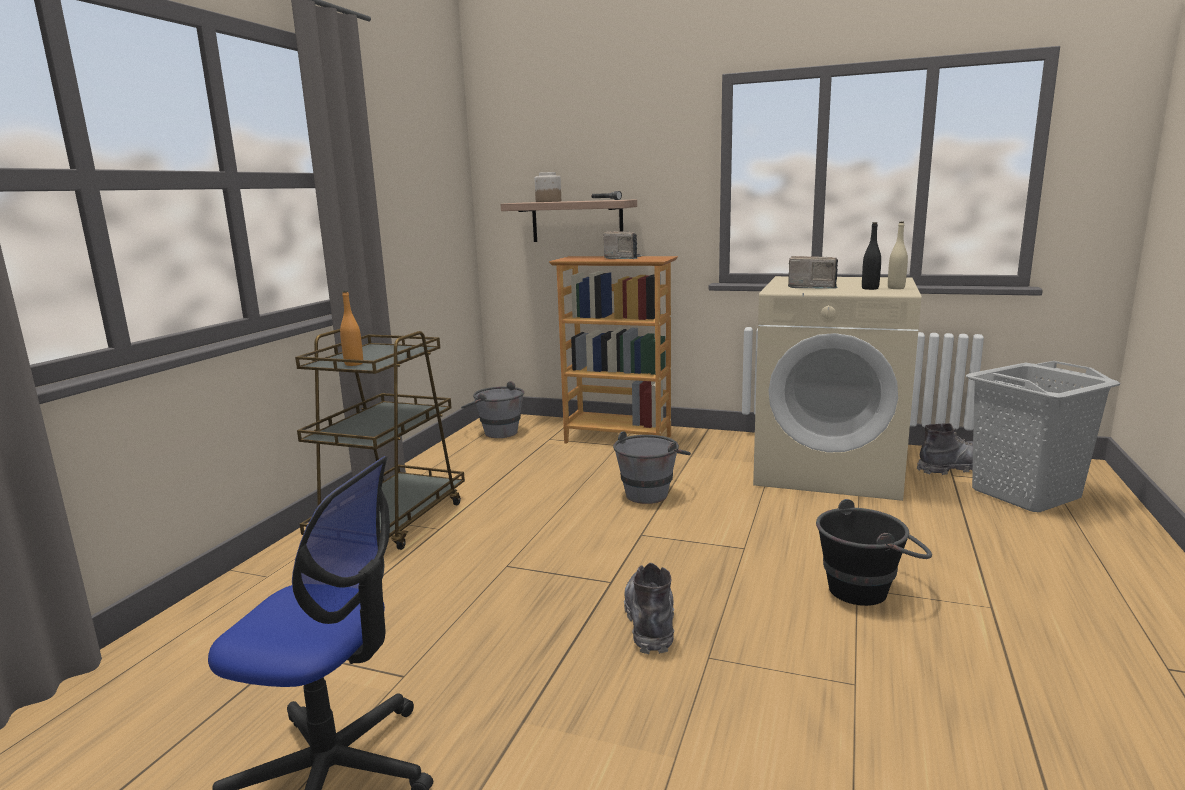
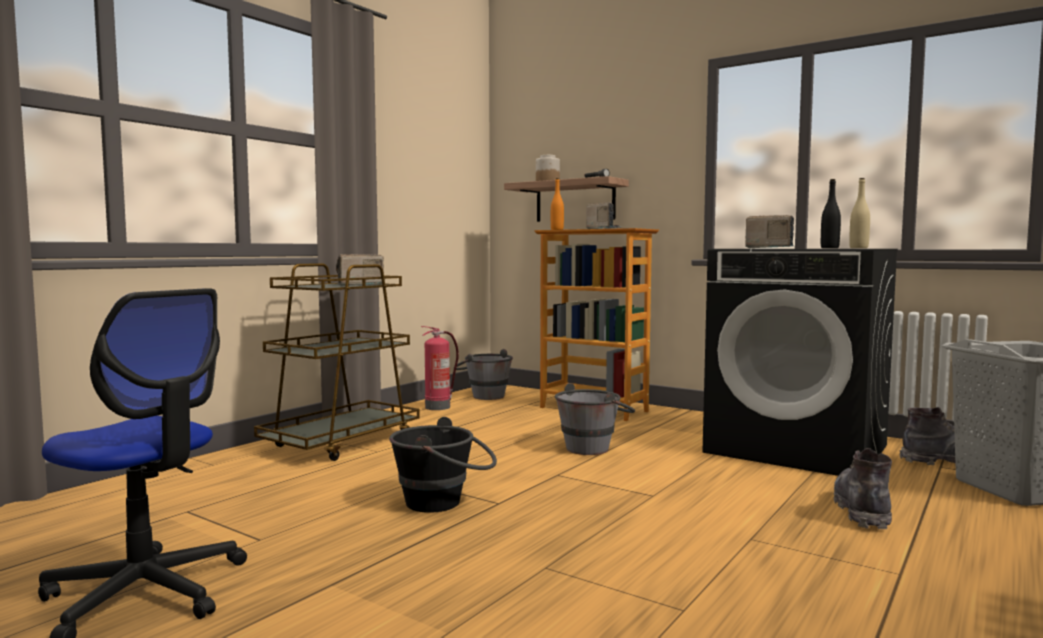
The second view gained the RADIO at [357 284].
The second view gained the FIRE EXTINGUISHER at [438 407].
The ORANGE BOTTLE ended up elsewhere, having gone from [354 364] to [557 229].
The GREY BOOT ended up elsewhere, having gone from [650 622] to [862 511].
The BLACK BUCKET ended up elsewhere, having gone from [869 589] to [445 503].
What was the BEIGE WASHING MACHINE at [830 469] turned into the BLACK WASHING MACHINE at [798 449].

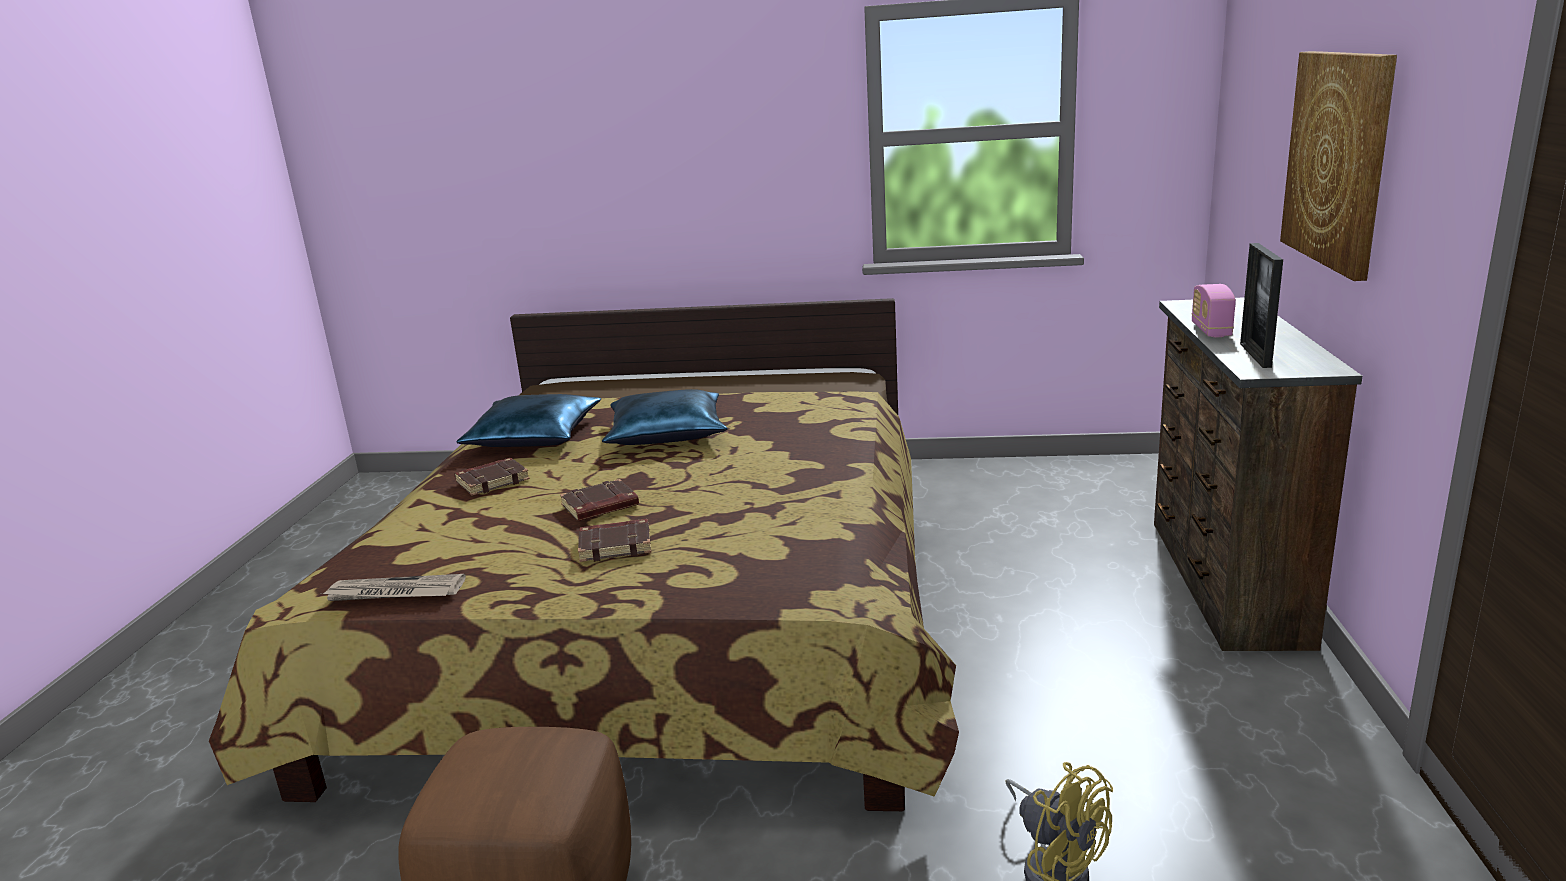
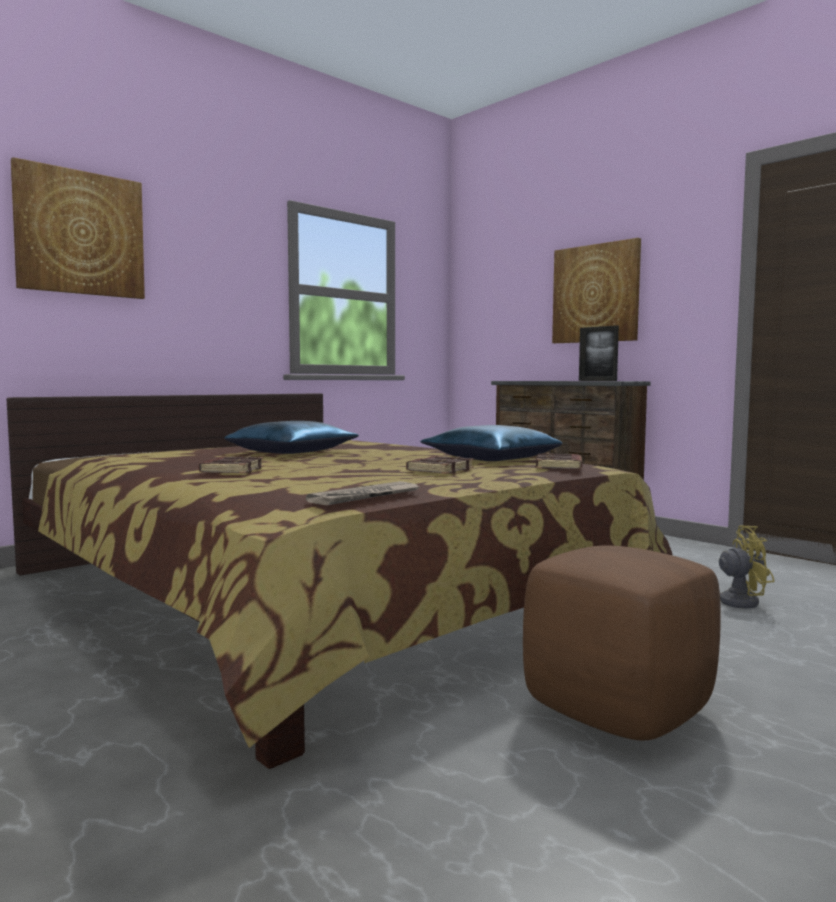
The second view lost the RADIO at [1210 330].
The second view gained the PICTURE at [80 233].
The BLUE PILLOW ended up elsewhere, having gone from [532 436] to [491 458].
The BROWN BOOK ended up elsewhere, having gone from [600 507] to [560 467].

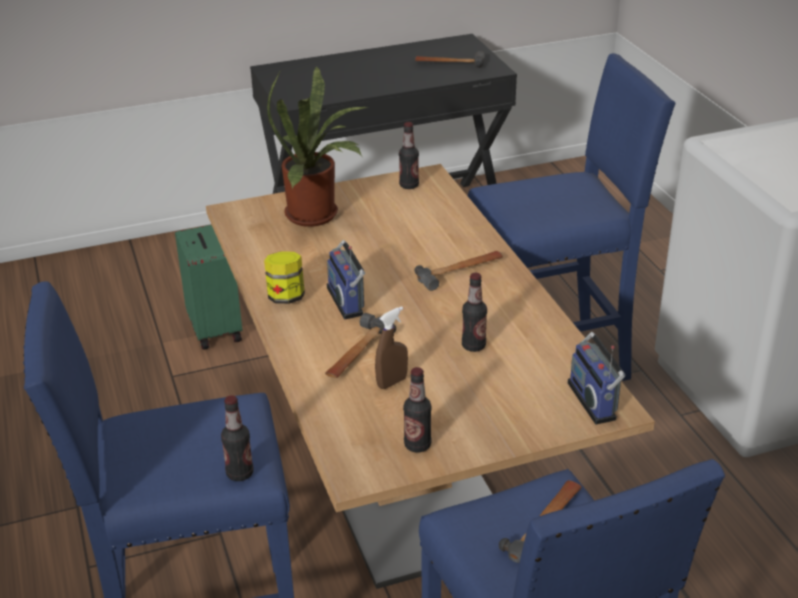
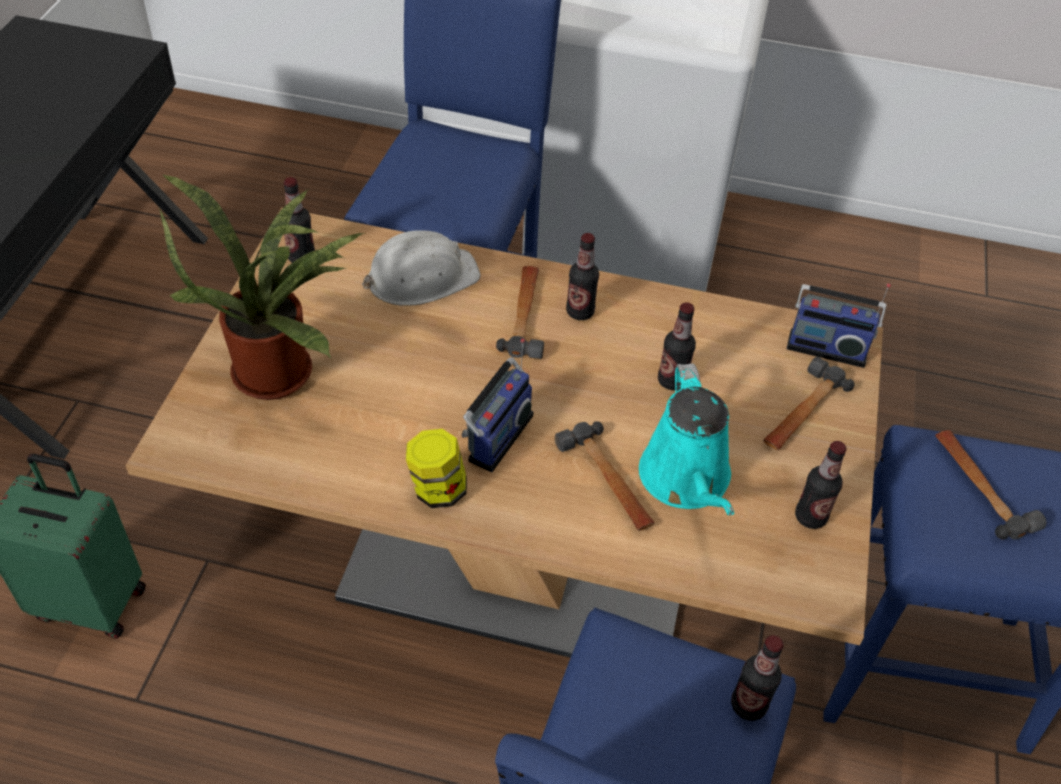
The second view gained the WHITE HARD HAT at [421 277].
The second view gained the BOTTLE at [580 312].
The HAMMER ended up elsewhere, having gone from [449 63] to [801 412].
Where the BROWN SPRAY BOTTLE stood at [392 382], the TURQUOISE WATERING CAN came to stand at [686 480].
The RADIO at [348 300] ended up facing another way, 75 degrees counterclockwise from before.

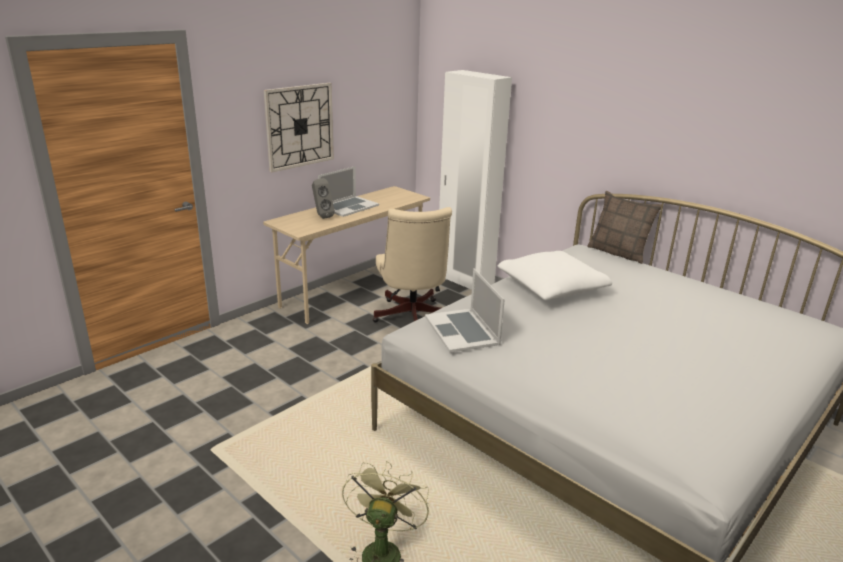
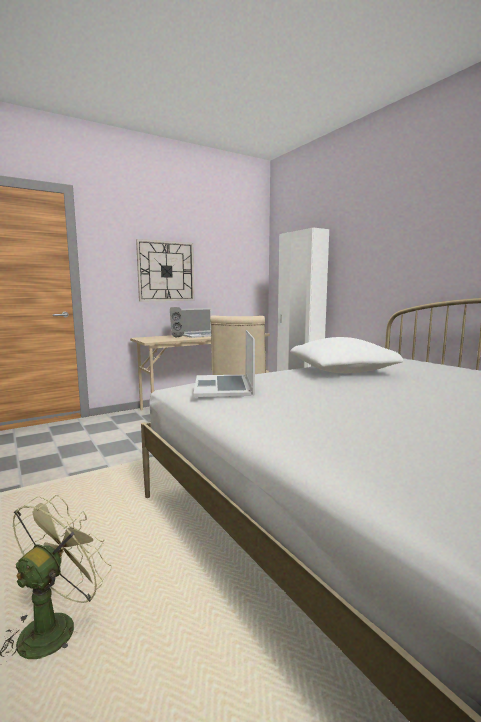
The second view lost the PILLOW at [618 253].

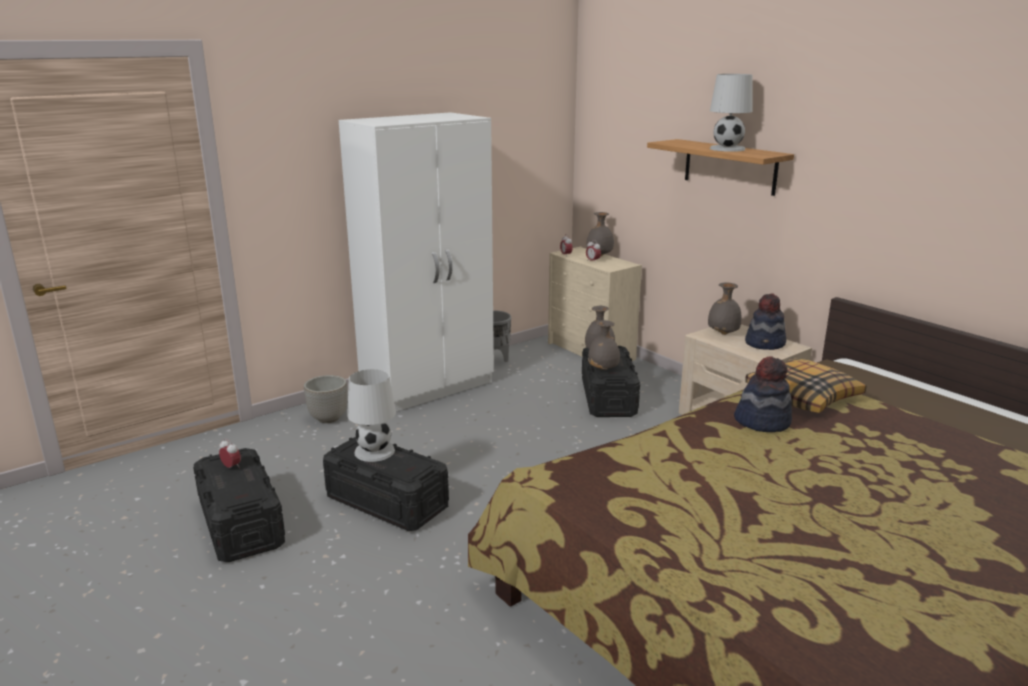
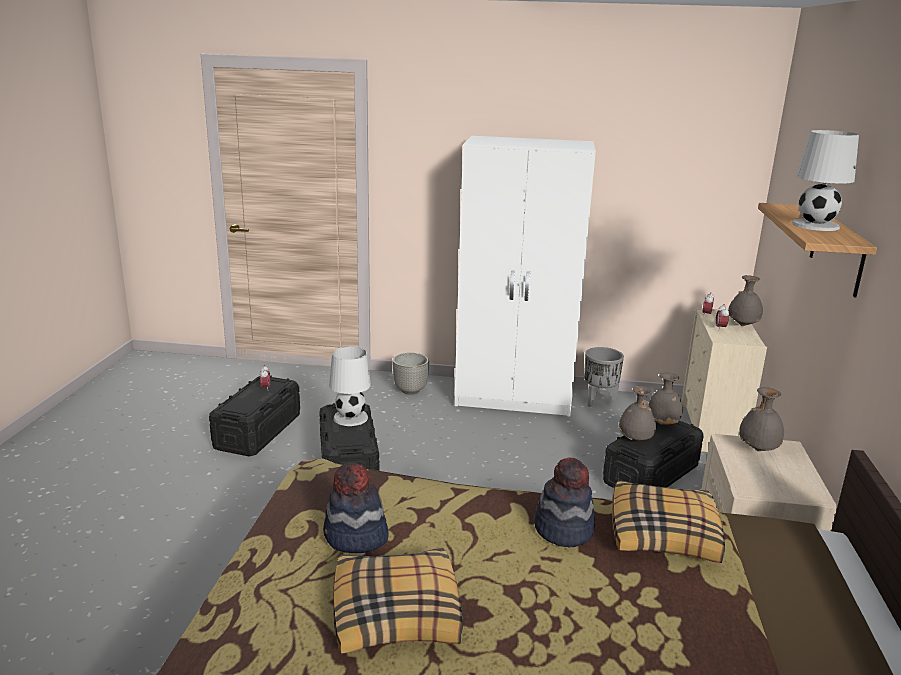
The second view gained the PILLOW at [397 613].
The HAT ended up elsewhere, having gone from [765 344] to [355 537].

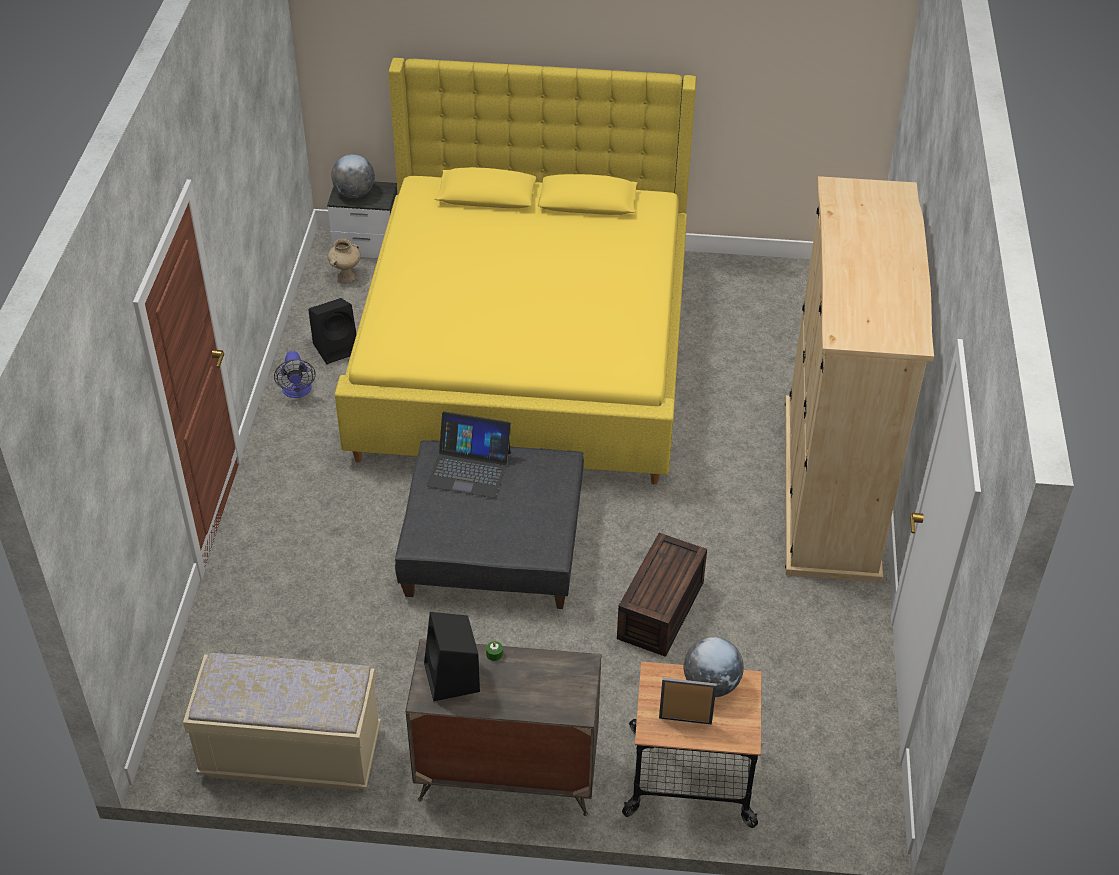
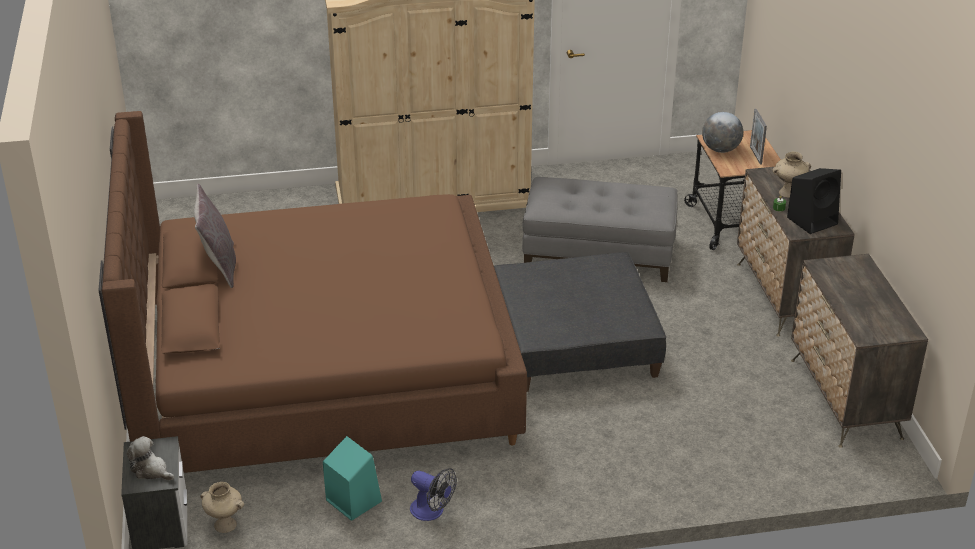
The second view lost the LAPTOP at [469 468].
The second view gained the GREY PILLOW at [219 266].
The second view gained the BEIGE VASE at [788 193].
Where the BEIGE BENCH stood at [291 754], the DRESSER came to stand at [845 399].
Where the GLOBE stood at [354 193], the PLUSH TOY came to stand at [151 470].
Where the BROWN STORAGE BOX stood at [661 612], the GREY OTTOMAN came to stand at [599 253].
What was the BLACK SPEAKER at [337 347] turned into the TURQUOISE SPEAKER at [352 500].
What was the YELLOW BED at [526 352] turned into the BROWN BED at [320 369].
The FAN at [297 391] ended up facing another way, 60 degrees clockwise from before.

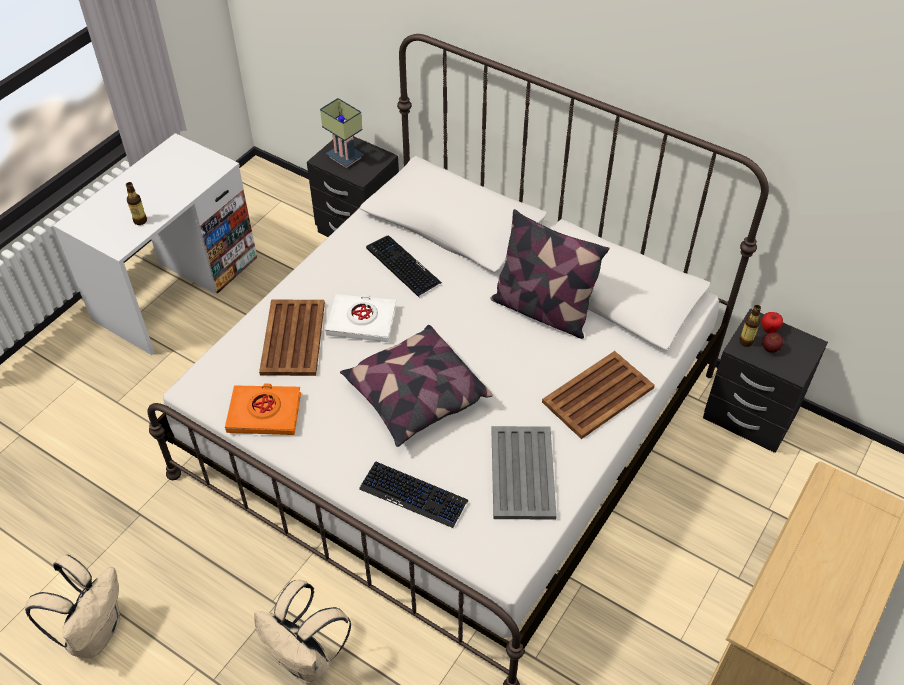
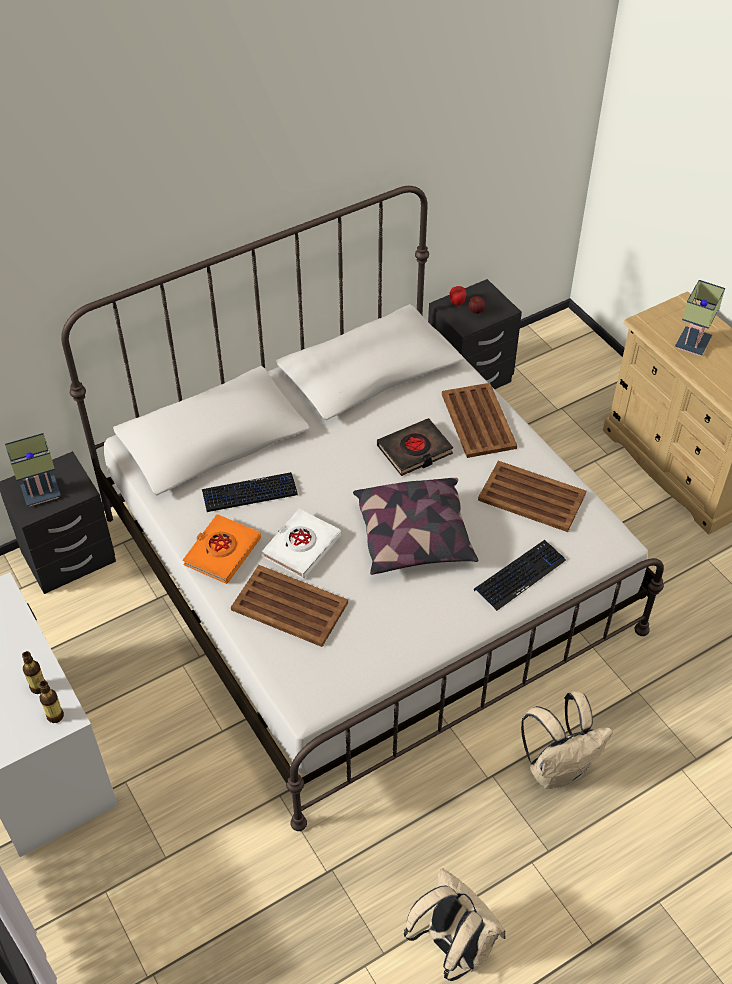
The second view lost the PILLOW at [542 310].
The second view gained the BLACK BOOK at [414 450].
The second view gained the TABLE LAMP at [693 345].
The ORANGE BOOK ended up elsewhere, having gone from [264 413] to [222 552].
The BOTTLE ended up elsewhere, having gone from [745 341] to [55 716].
What was the GREY TRAY at [523 472] turned into the BROWN TRAY at [531 496].

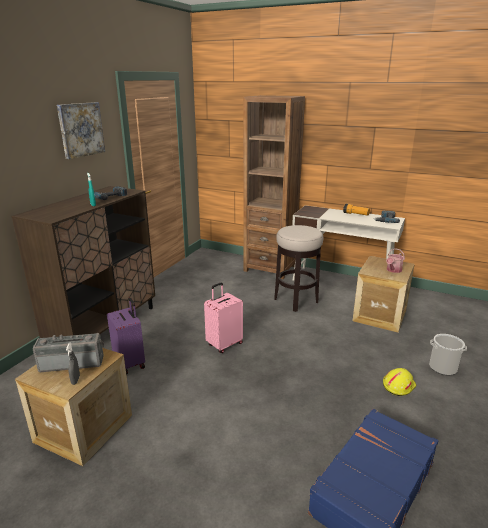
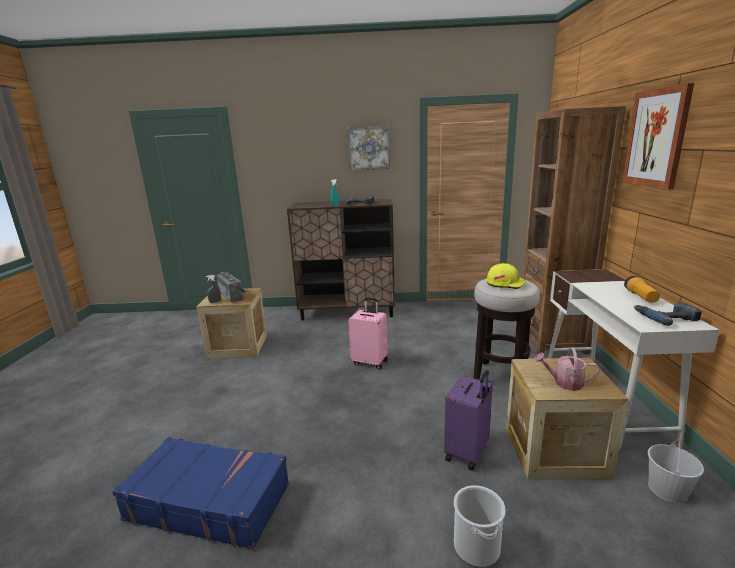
The second view gained the PICTURE at [656 138].
The second view gained the WHITE BUCKET at [668 490].
The PURPLE SUITCASE ended up elsewhere, having gone from [130 363] to [468 453].
The YELLOW HARD HAT ended up elsewhere, having gone from [398 385] to [505 284].

